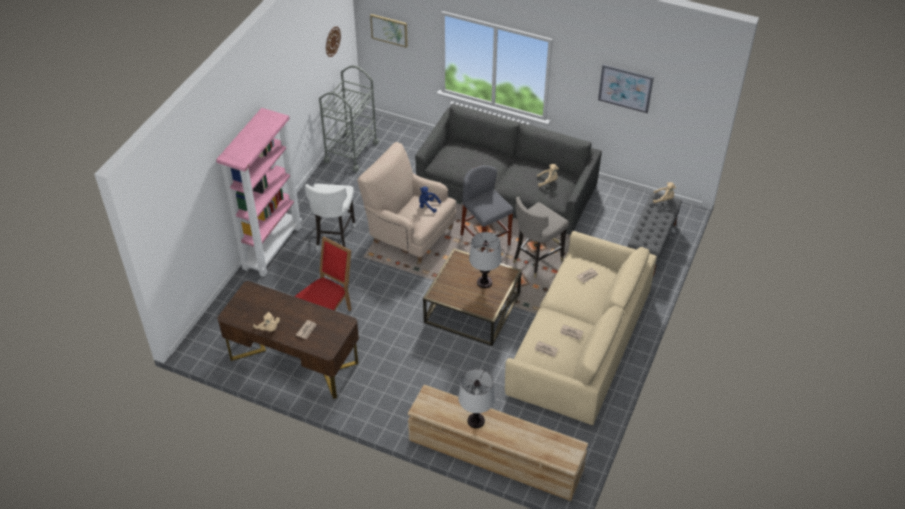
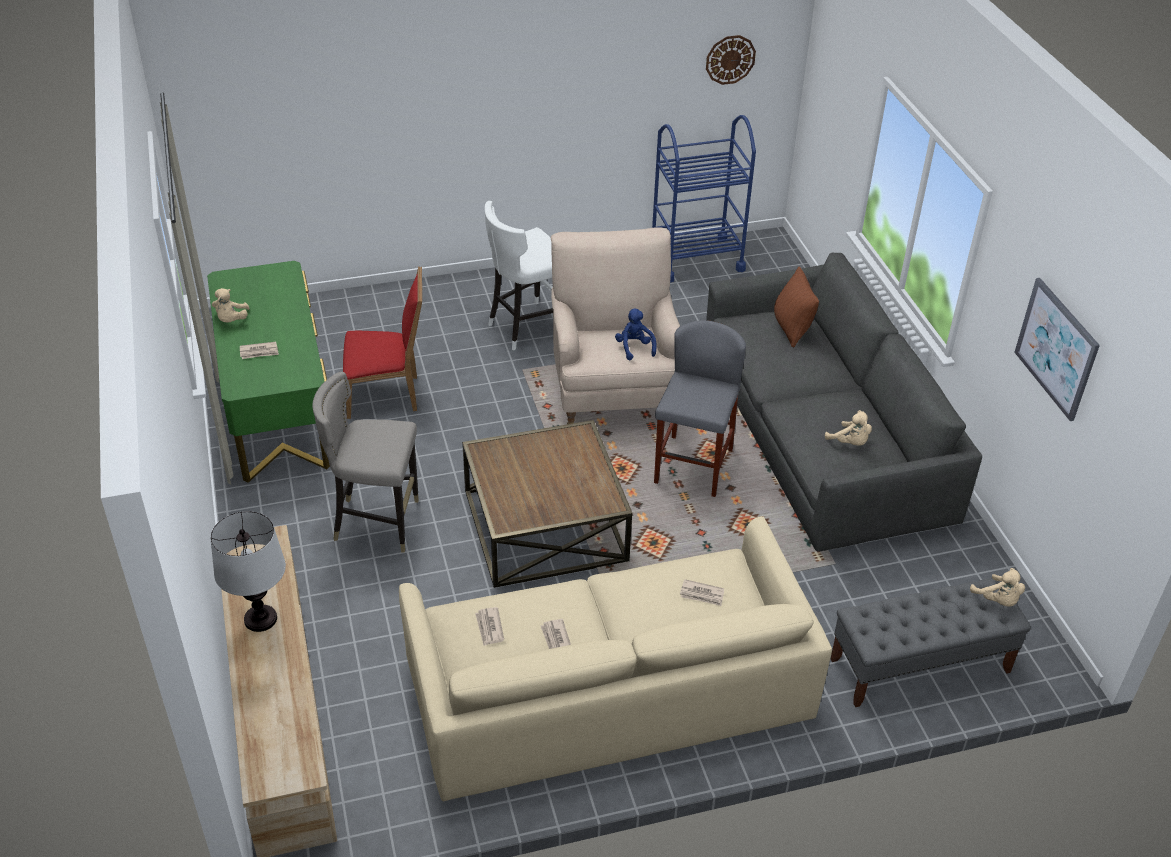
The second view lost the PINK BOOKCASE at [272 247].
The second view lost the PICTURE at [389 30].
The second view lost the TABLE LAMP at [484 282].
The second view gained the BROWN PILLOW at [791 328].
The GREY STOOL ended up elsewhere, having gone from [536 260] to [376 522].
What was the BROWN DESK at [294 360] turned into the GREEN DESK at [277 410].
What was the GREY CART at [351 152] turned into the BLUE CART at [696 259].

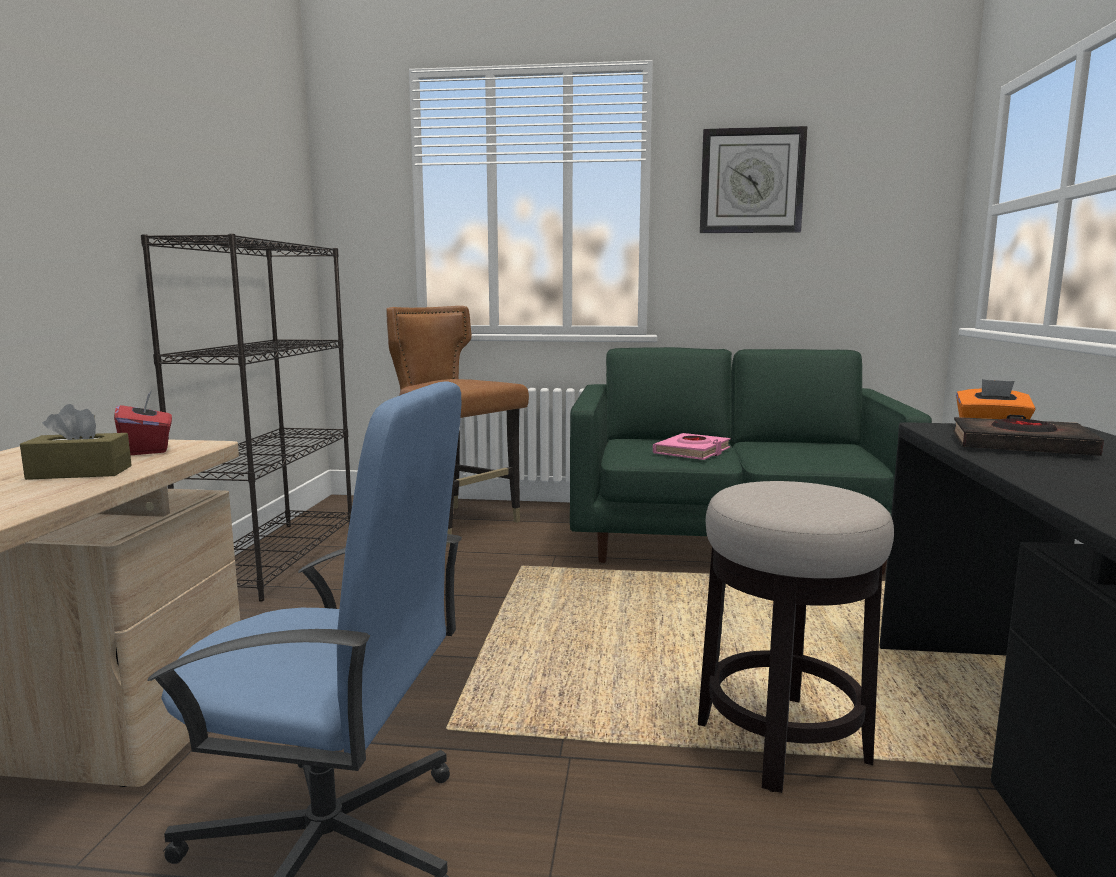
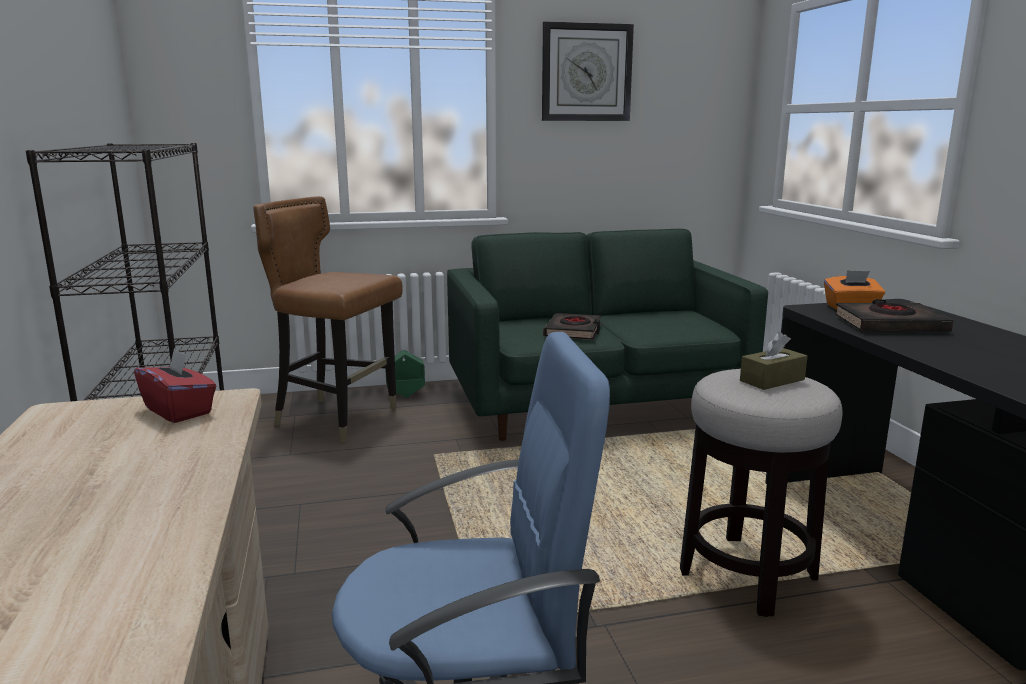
The second view gained the GREEN PLANTER at [405 395].
The BROWN TISSUE BOX ended up elsewhere, having gone from [80 472] to [772 380].
What was the PINK BOOK at [692 452] turned into the BLACK BOOK at [573 331].

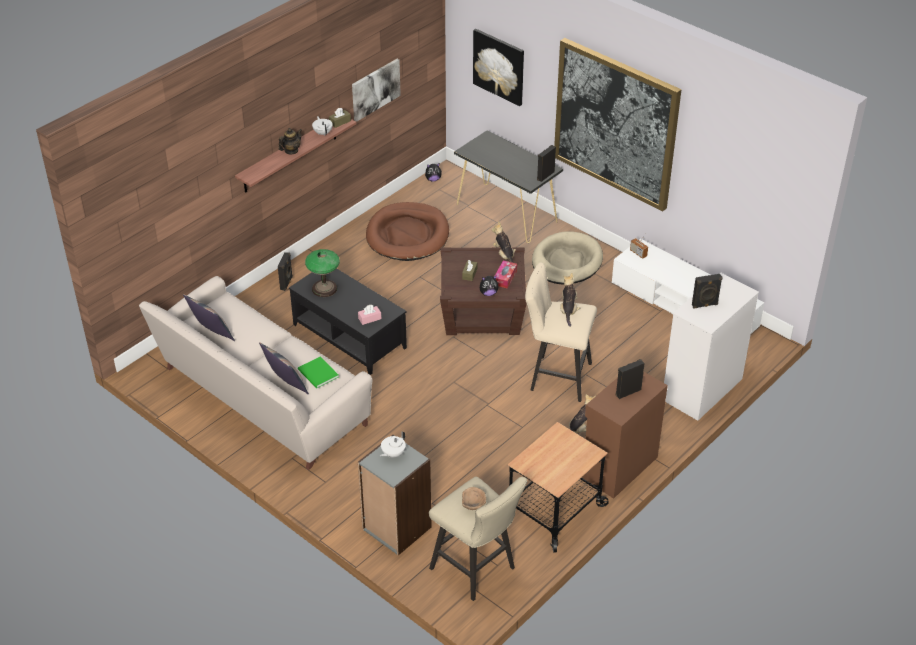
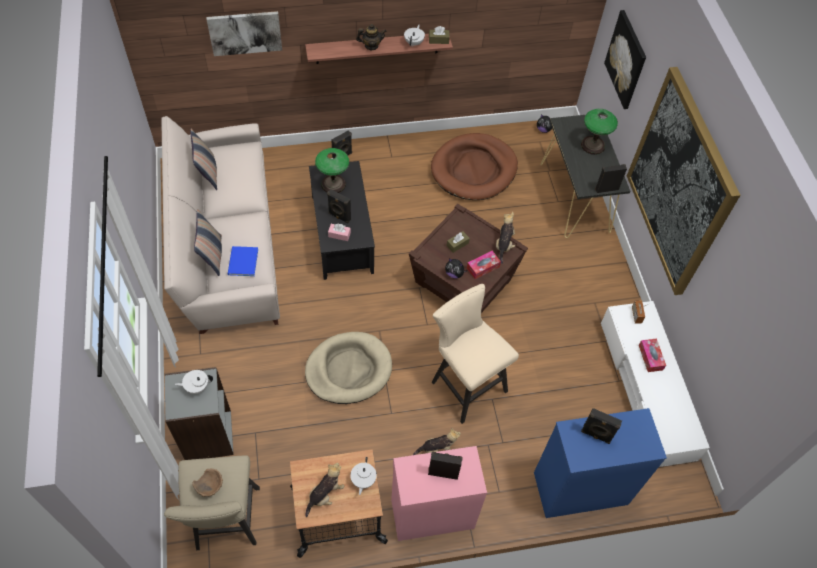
The second view gained the BLACK SPEAKER at [339 217].
The second view gained the WHITE TEAPOT at [363 480].
The second view gained the TABLE LAMP at [593 145].
The second view gained the TISSUE BOX at [650 357].
The PICTURE ended up elsewhere, having gone from [375 89] to [245 32].
The BEIGE DOG BED ended up elsewhere, having gone from [566 262] to [348 369].
The PLUSH TOY ended up elsewhere, having gone from [568 310] to [325 494].
What was the GREEN BOOK at [318 374] turned into the BLUE BOOK at [242 263].
What was the BROWN CABINET at [618 467] turned into the PINK CABINET at [431 513].
What was the WHITE DRESSER at [701 389] turned into the BLUE DRESSER at [579 488].

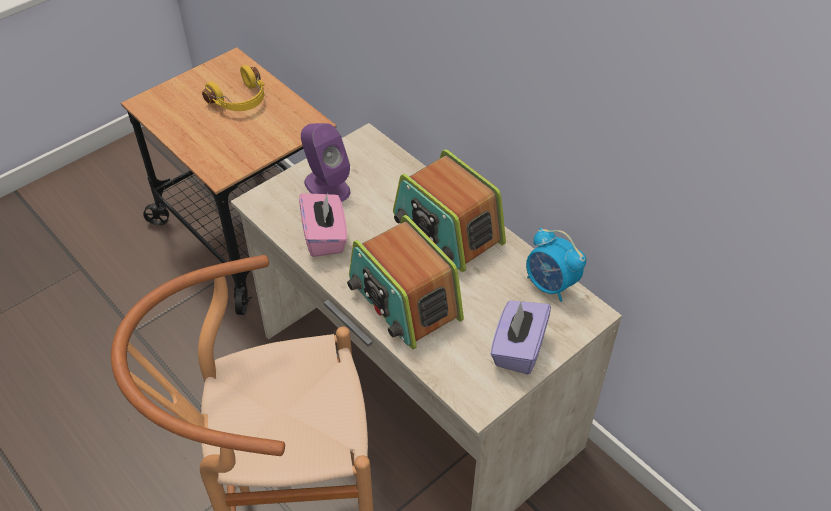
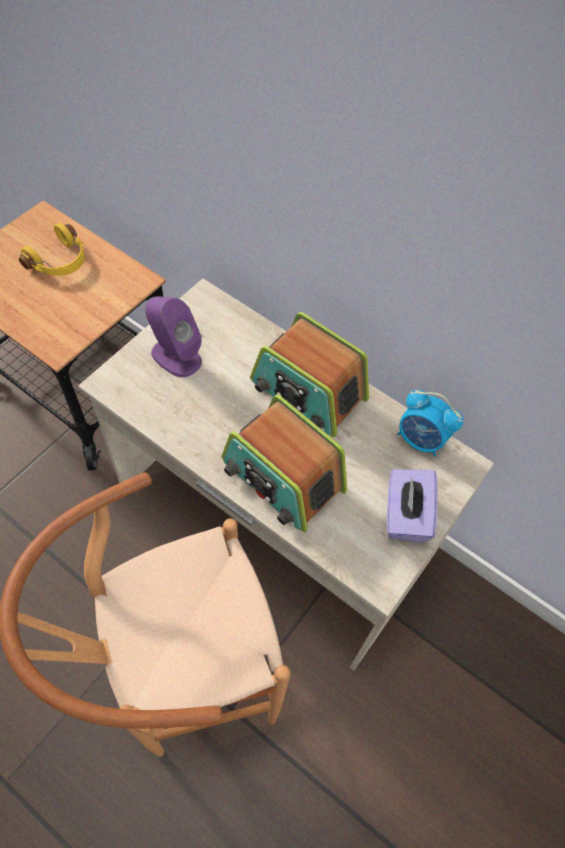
The second view lost the PINK TISSUE BOX at [325 237].

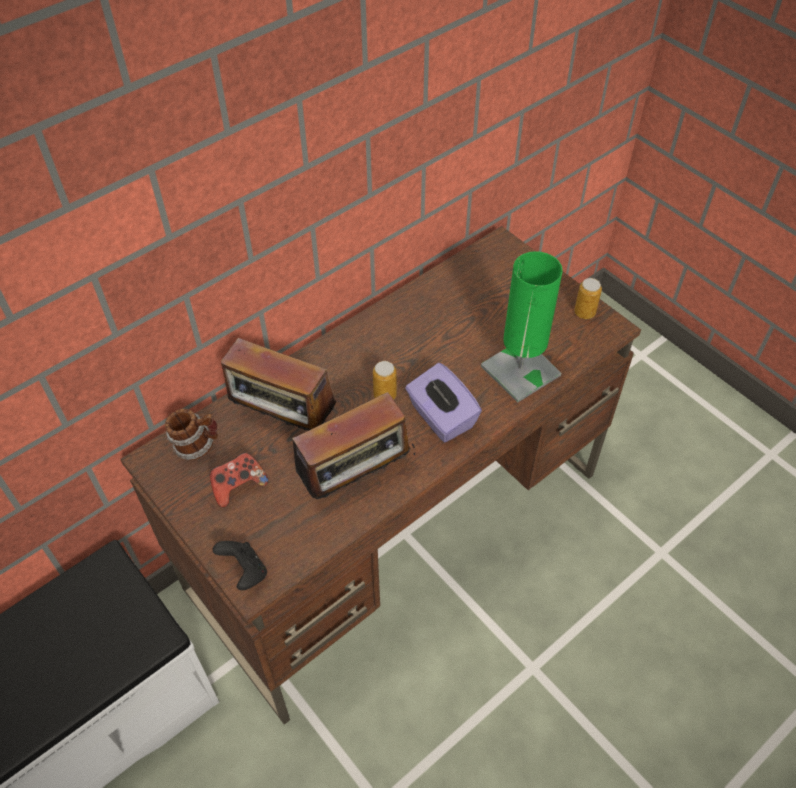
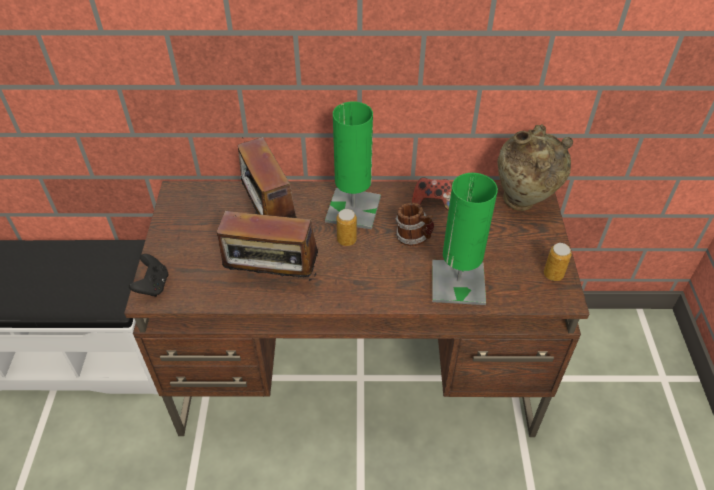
The second view lost the PURPLE TISSUE BOX at [441 417].
The second view gained the GREEN TABLE LAMP at [353 209].
The second view gained the BEIGE VASE at [523 203].
The MUG ended up elsewhere, having gone from [197 446] to [414 238].
The GAME CONTROLLER ended up elsewhere, having gone from [238 486] to [432 202].

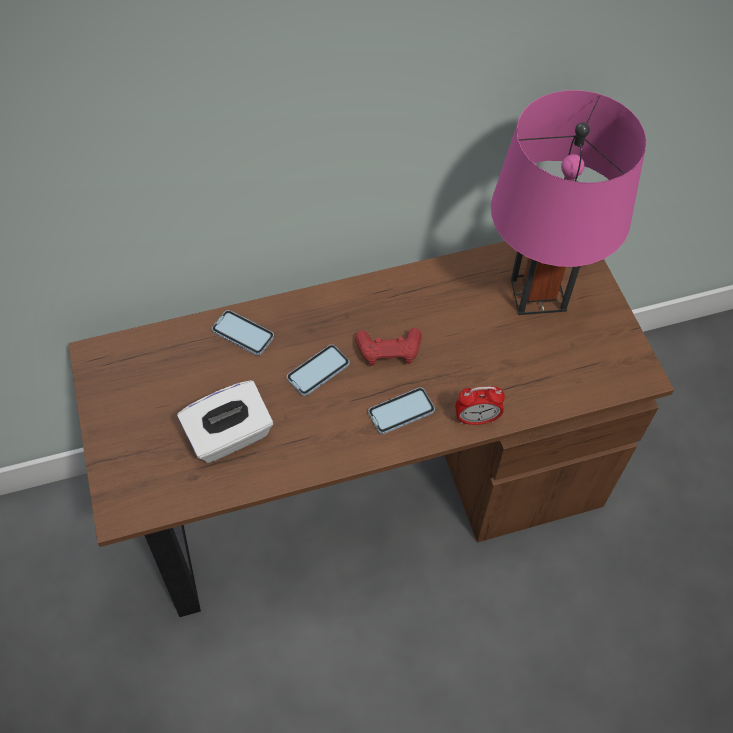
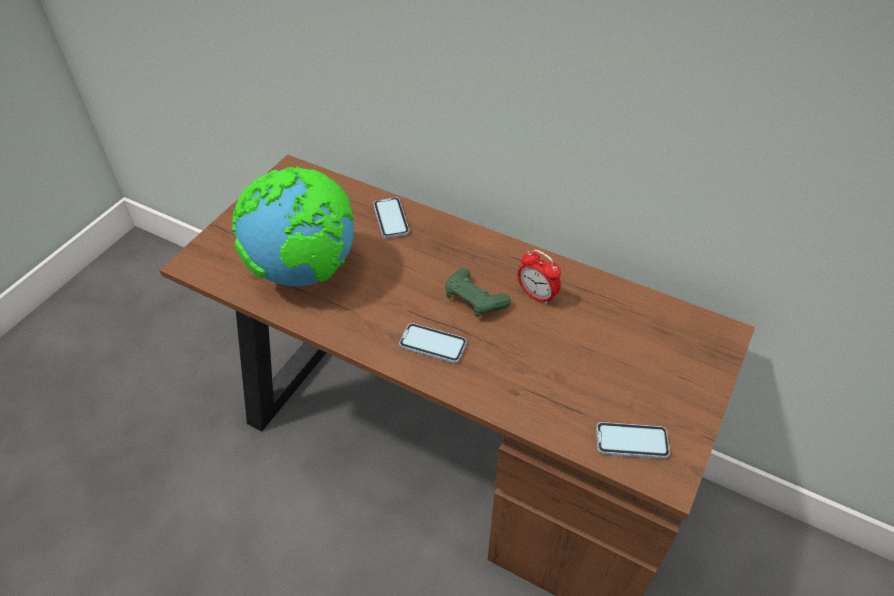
The second view lost the PINK TABLE LAMP at [538 294].
The PHONE ended up elsewhere, having gone from [318 371] to [631 441].
The ALARM CLOCK ended up elsewhere, having gone from [476 419] to [537 295].
Where the WHITE TISSUE BOX stood at [230 436], the GLOBE came to stand at [305 271].
What was the RED GAME CONTROLLER at [388 351] turned into the GREEN GAME CONTROLLER at [474 299].

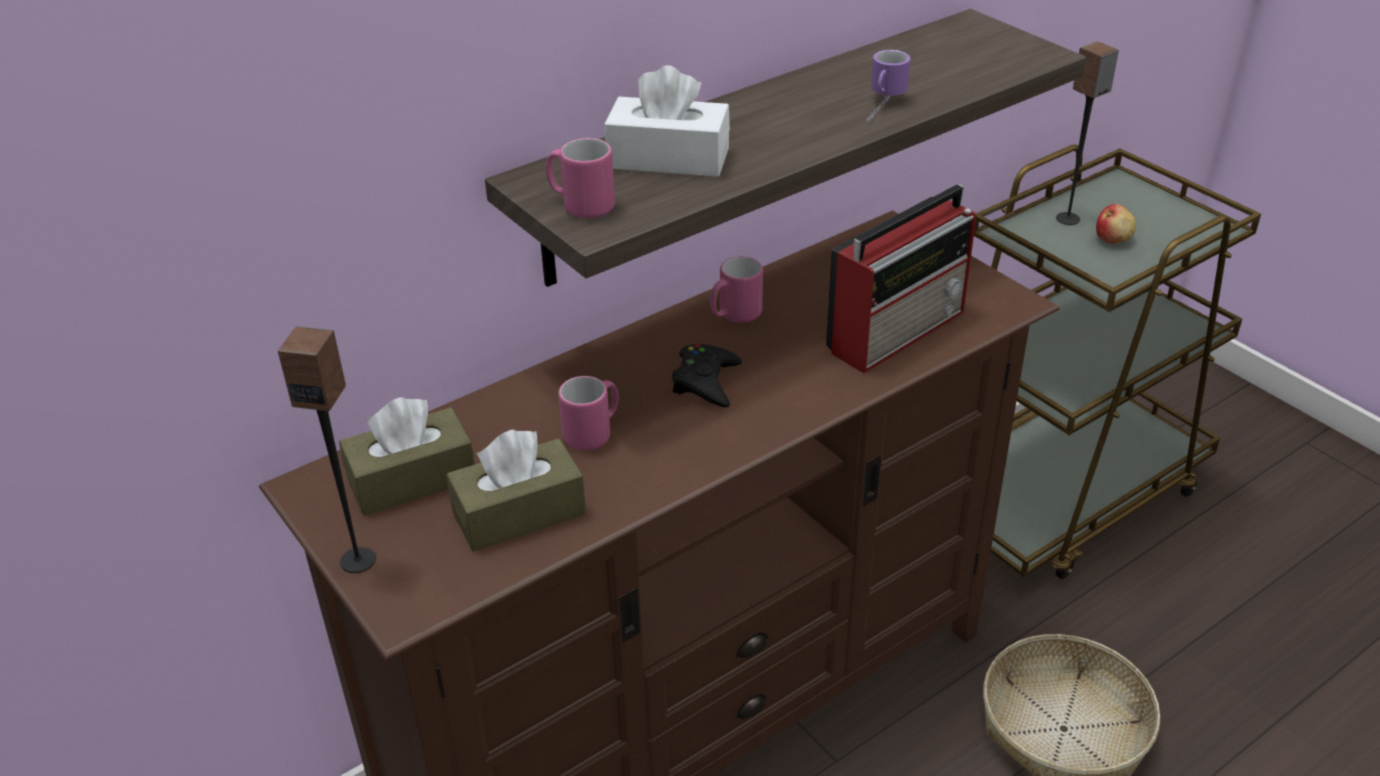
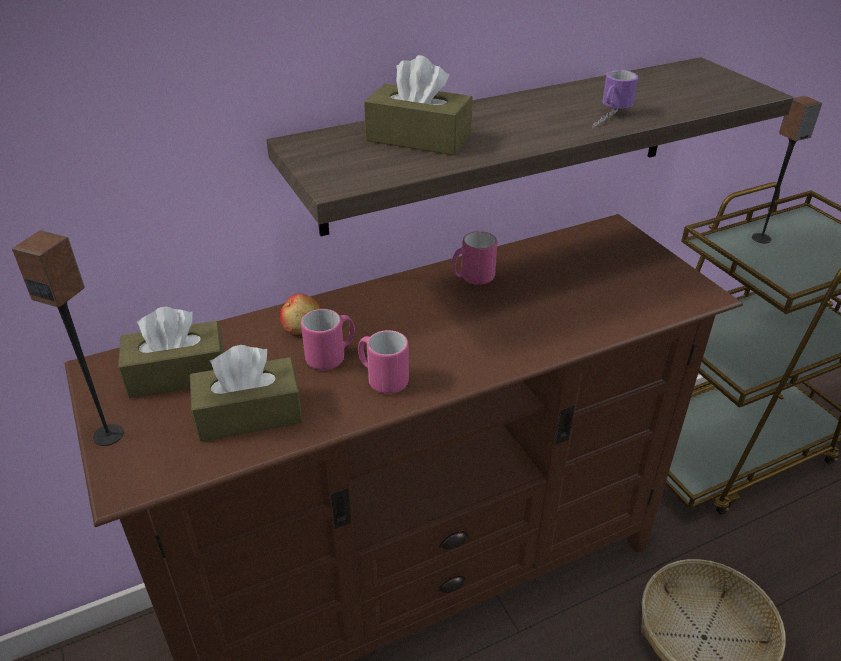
The second view lost the BLACK GAME CONTROLLER at [706 382].
The second view lost the RADIO at [899 329].
The PINK MUG ended up elsewhere, having gone from [581 206] to [382 379].
The APPLE ended up elsewhere, having gone from [1113 239] to [302 328].
What was the WHITE TISSUE BOX at [668 158] turned into the BROWN TISSUE BOX at [418 138].

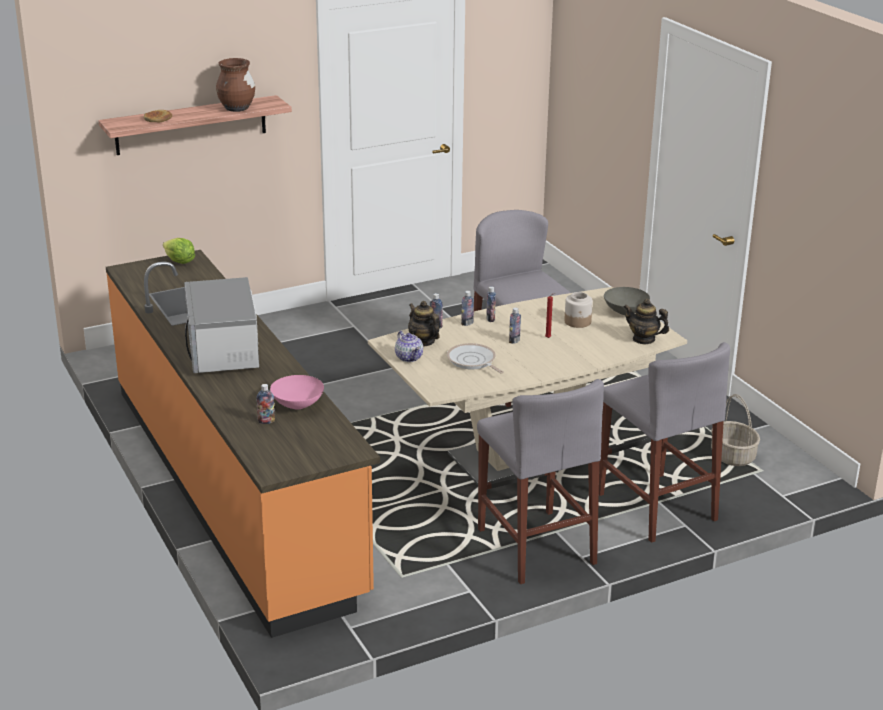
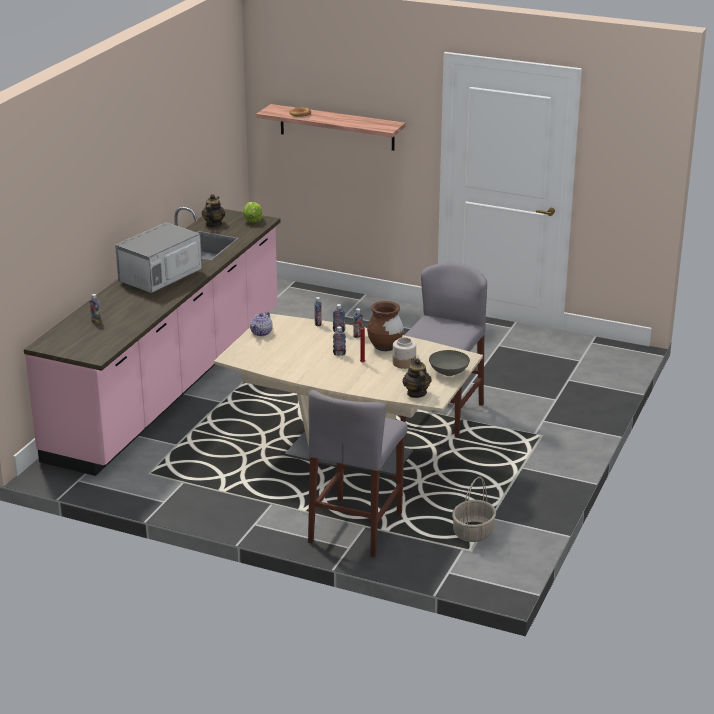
The second view lost the PINK BOWL at [297 405].
The second view lost the FRYING PAN at [473 361].
The second view lost the GREY STOOL at [535 546].
The BROWN VASE ended up elsewhere, having gone from [237 109] to [385 347].
The TEAPOT ended up elsewhere, having gone from [423 341] to [213 224].
What was the ORANGE COUNTER at [235 487] turned into the PINK COUNTER at [170 383].

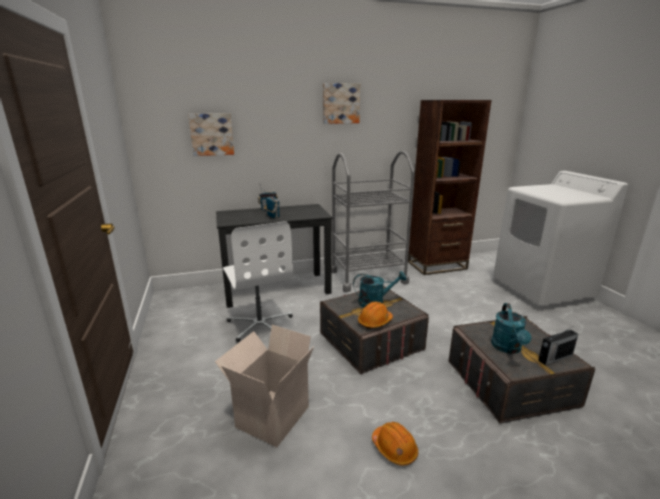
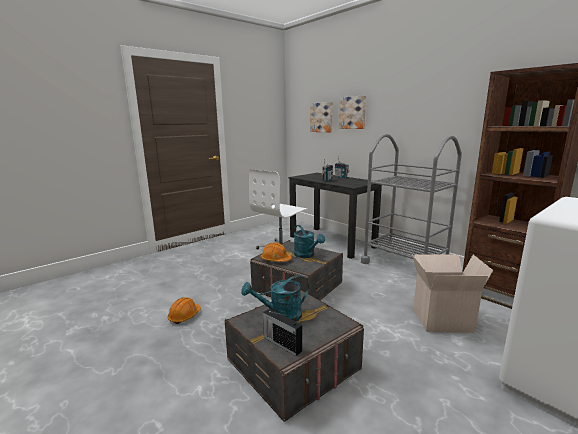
The CARDBOARD BOX ended up elsewhere, having gone from [272 415] to [442 319].
The PICTURE ended up elsewhere, having gone from [340 103] to [352 112].

